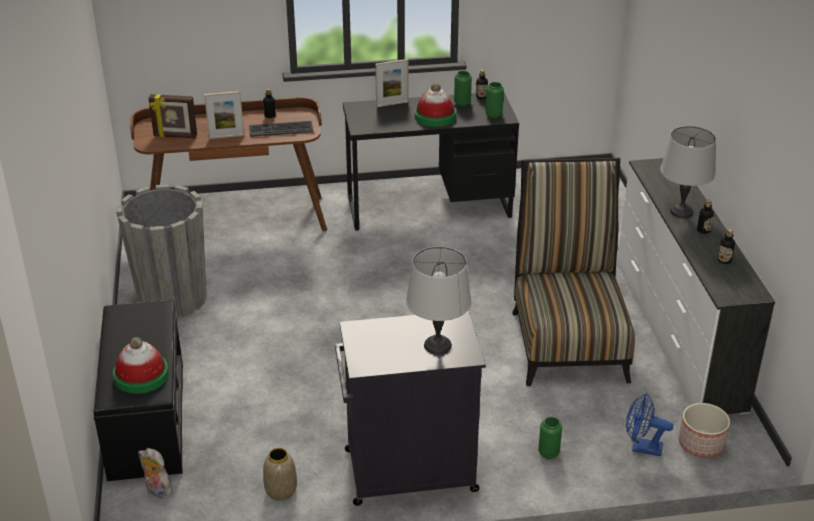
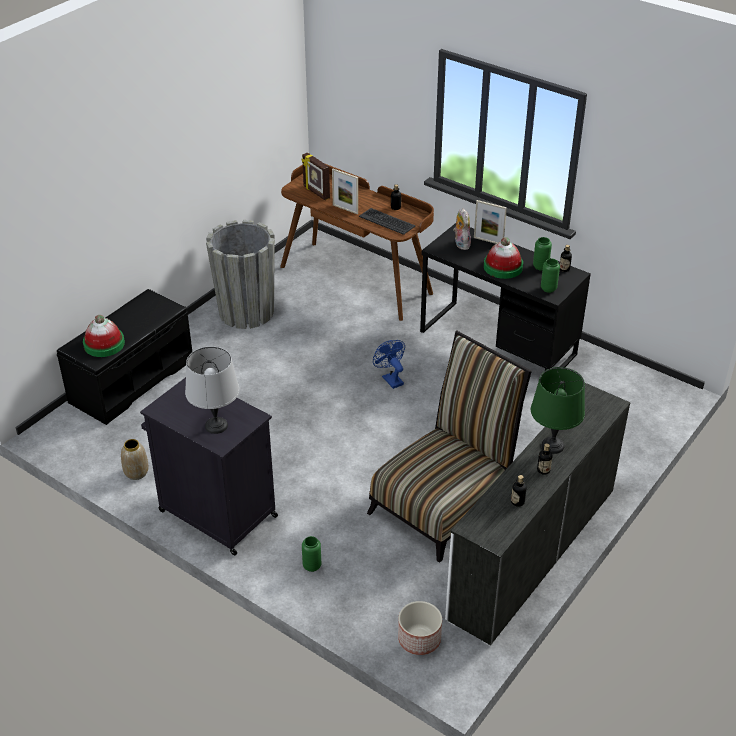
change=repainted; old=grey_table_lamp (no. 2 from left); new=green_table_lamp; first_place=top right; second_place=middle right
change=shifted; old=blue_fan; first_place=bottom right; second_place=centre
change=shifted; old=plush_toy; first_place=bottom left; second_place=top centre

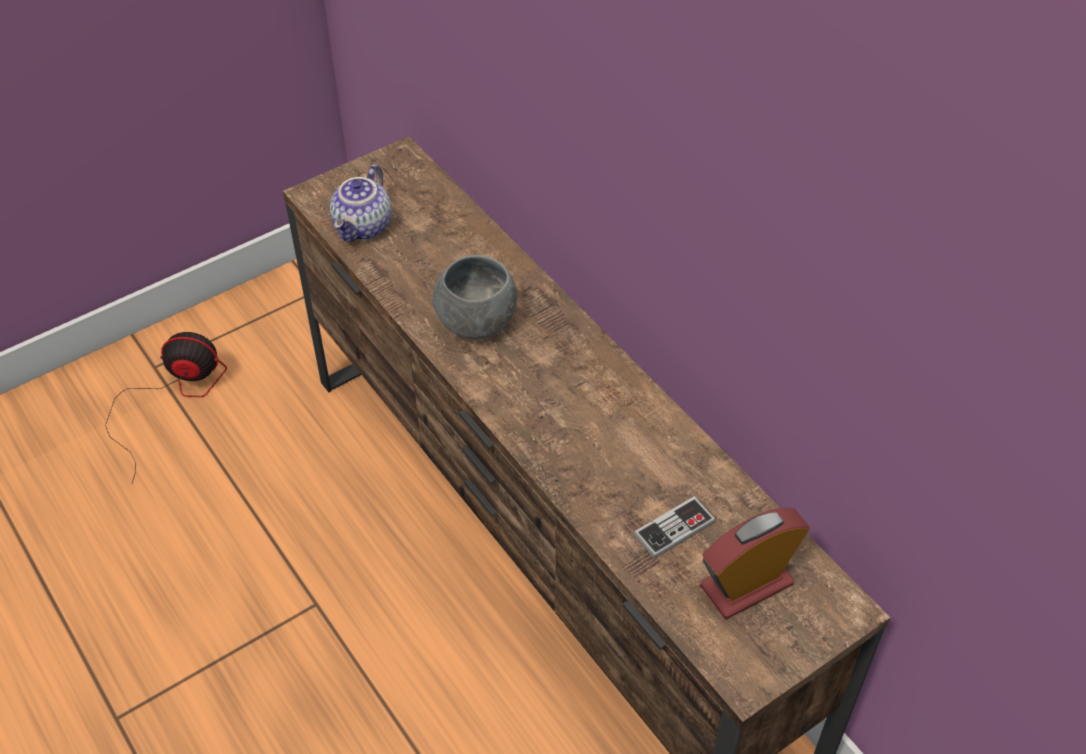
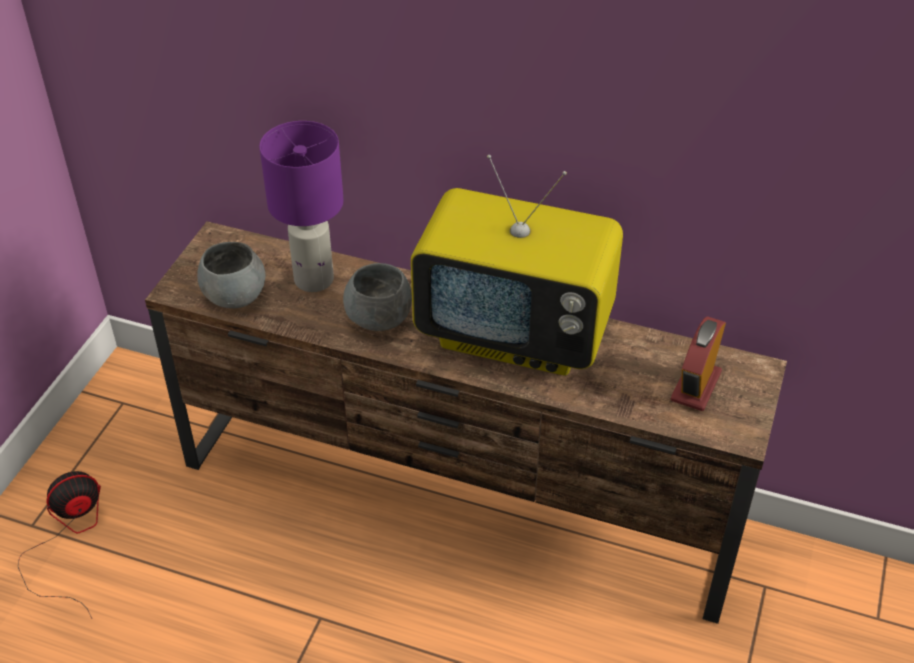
change=swapped; old=teapot; new=grey_bowl (no. 1 from left); first_place=top left; second_place=middle left
change=gone; old=game_controller; first_place=bottom centre
change=new; new=purple_table_lamp; second_place=top left
change=new; new=television; second_place=centre

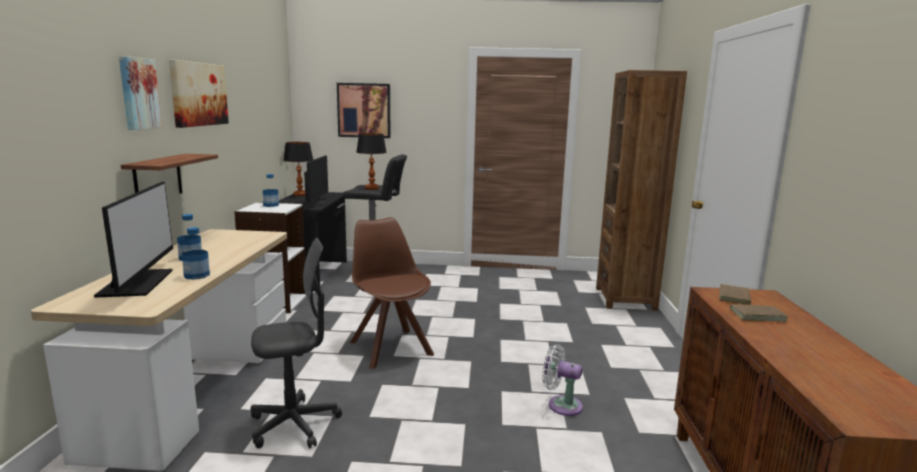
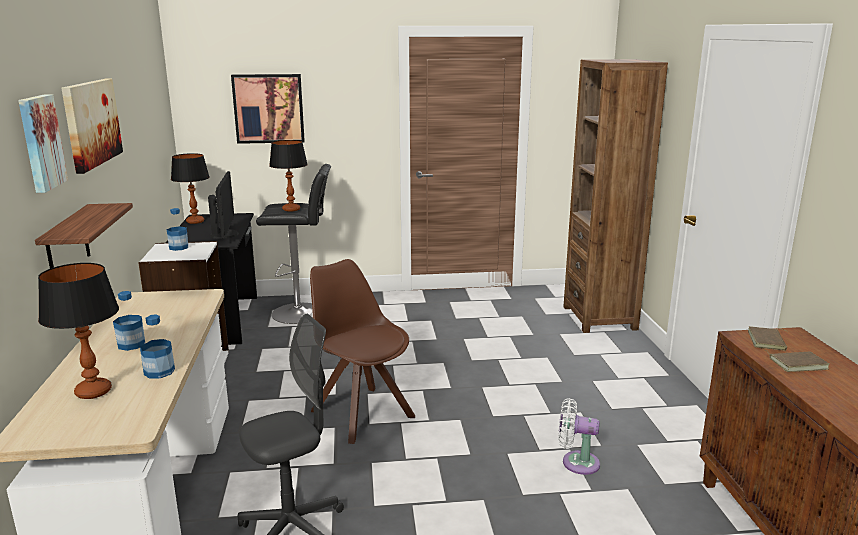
change=swapped; old=monitor (no. 1 from left); new=table_lamp (no. 1 from left); first_place=middle left; second_place=middle left

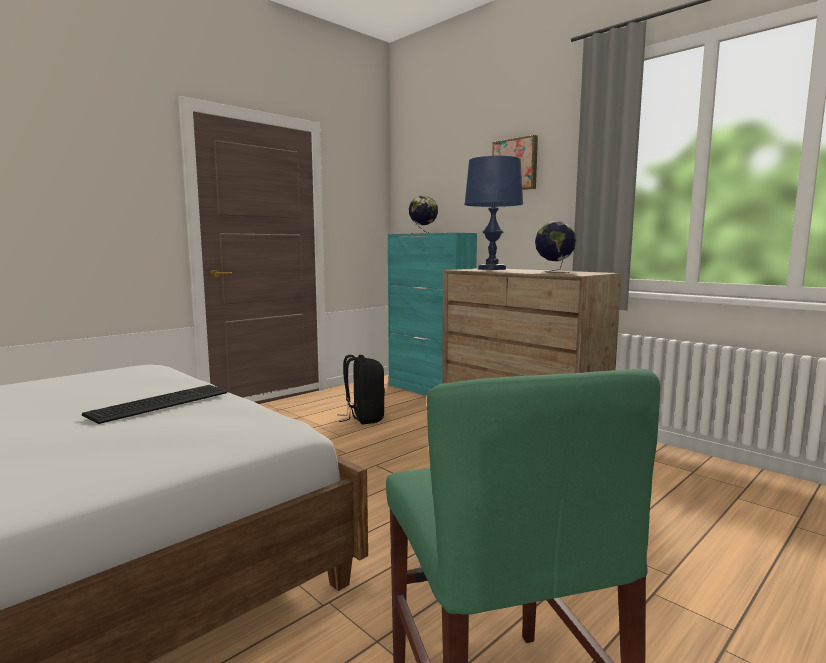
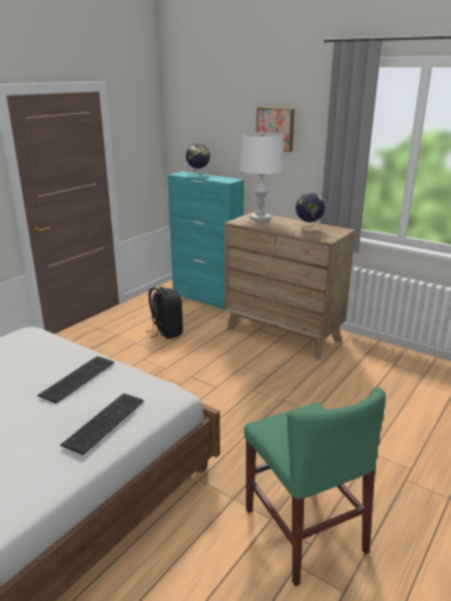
change=repainted; old=blue_table_lamp; new=white_table_lamp; first_place=top centre; second_place=top centre
change=new; new=keyboard (no. 2 from left); second_place=bottom left

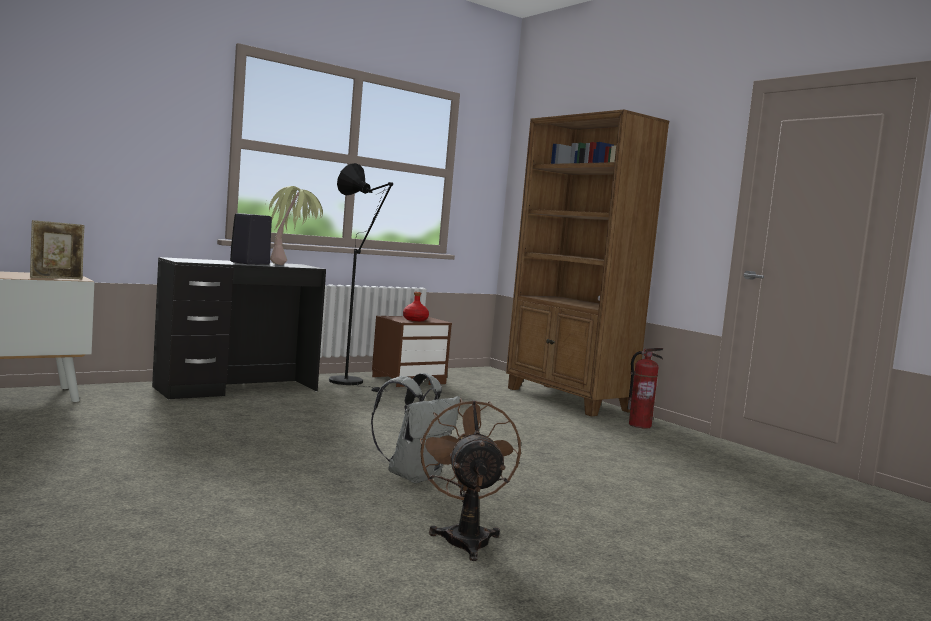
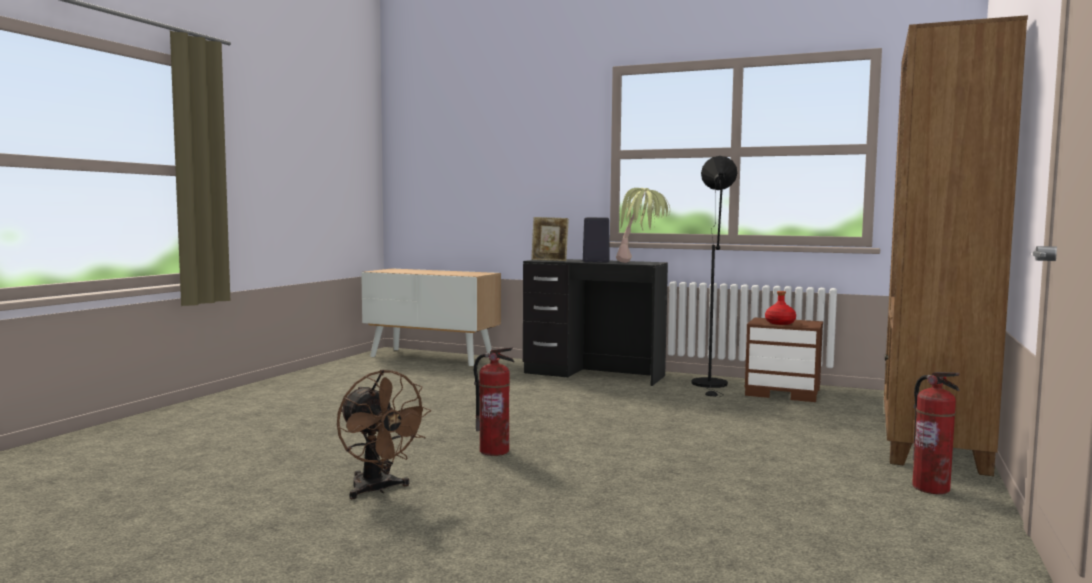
change=shifted; old=picture_frame; first_place=middle left; second_place=centre
change=swapped; old=grey_backpack; new=fire_extinguisher (no. 1 from left); first_place=bottom centre; second_place=bottom centre
change=rotated; old=brown_fan; first_place=bottom centre; second_place=bottom centre; degrees=90

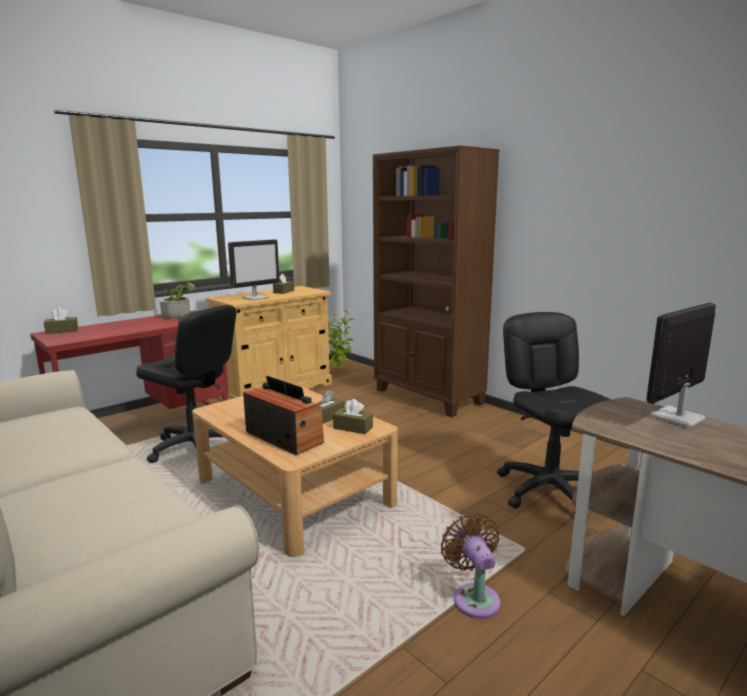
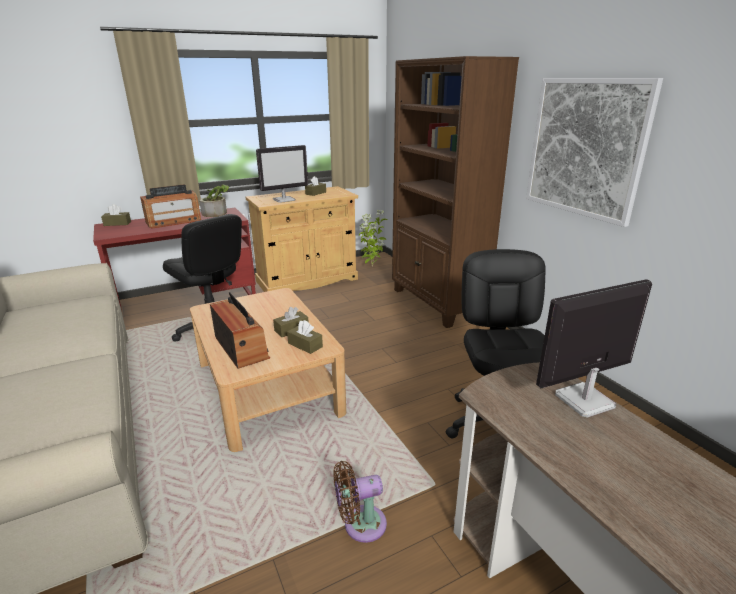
change=rotated; old=brown_fan; first_place=bottom centre; second_place=bottom centre; degrees=-105
change=new; new=picture; second_place=top right
change=new; new=radio (no. 1 from left); second_place=middle left

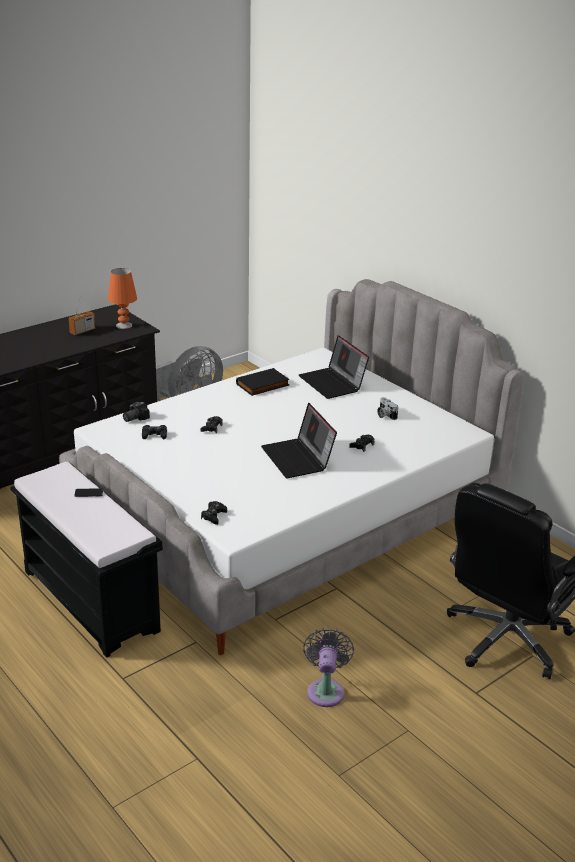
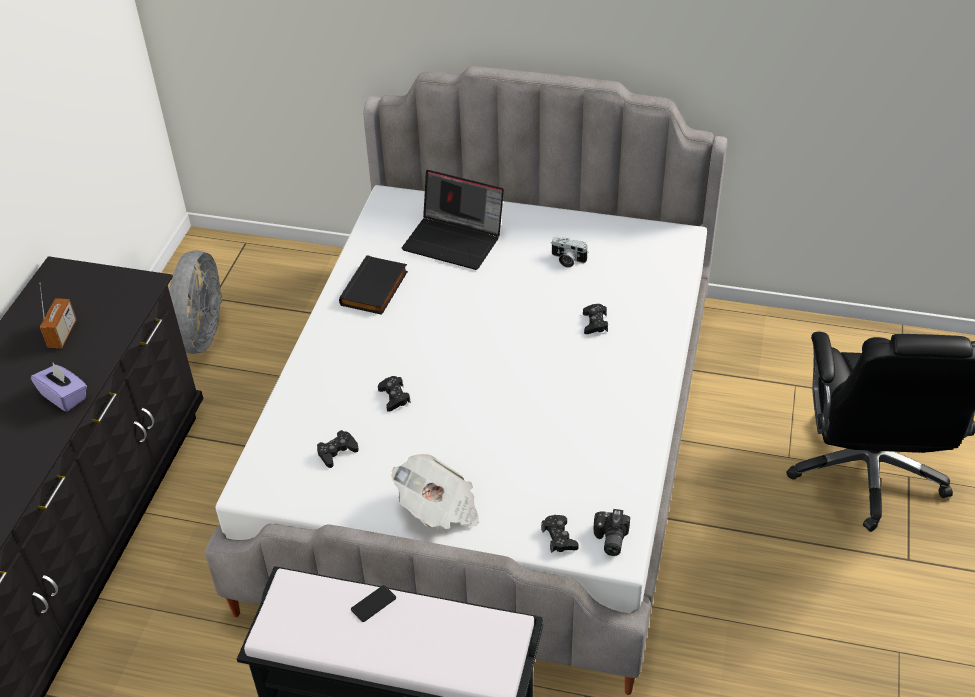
change=gone; old=orange_table_lamp; first_place=middle left
change=shifted; old=photo_camera (no. 1 from left in the first image); new=photo_camera (no. 2 from left); first_place=middle left; second_place=bottom centre
change=gone; old=laptop (no. 1 from left); first_place=centre
change=gone; old=grey_fan (no. 2 from left); first_place=bottom centre
change=new; new=purple_tissue_box; second_place=middle left
change=new; new=newspaper; second_place=bottom centre

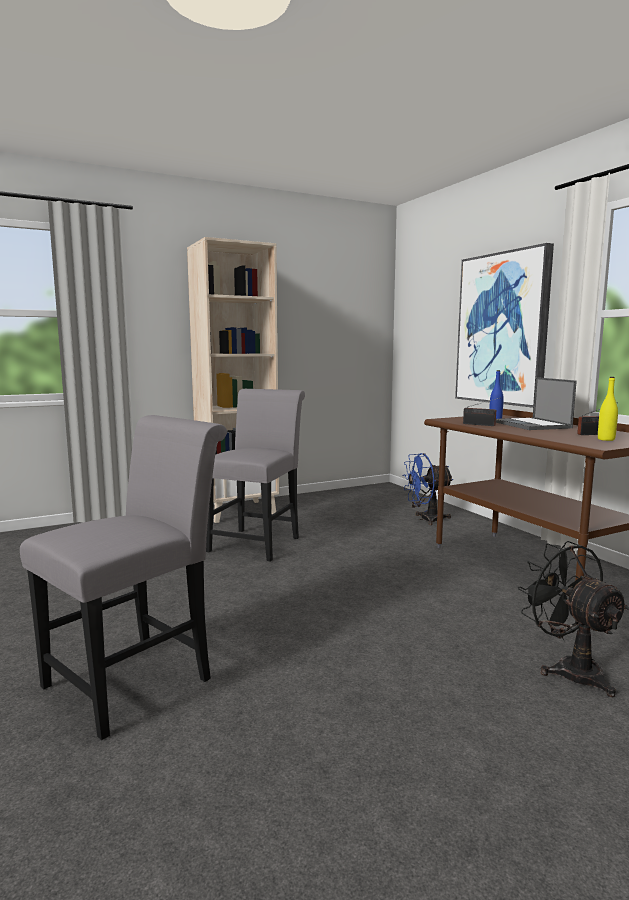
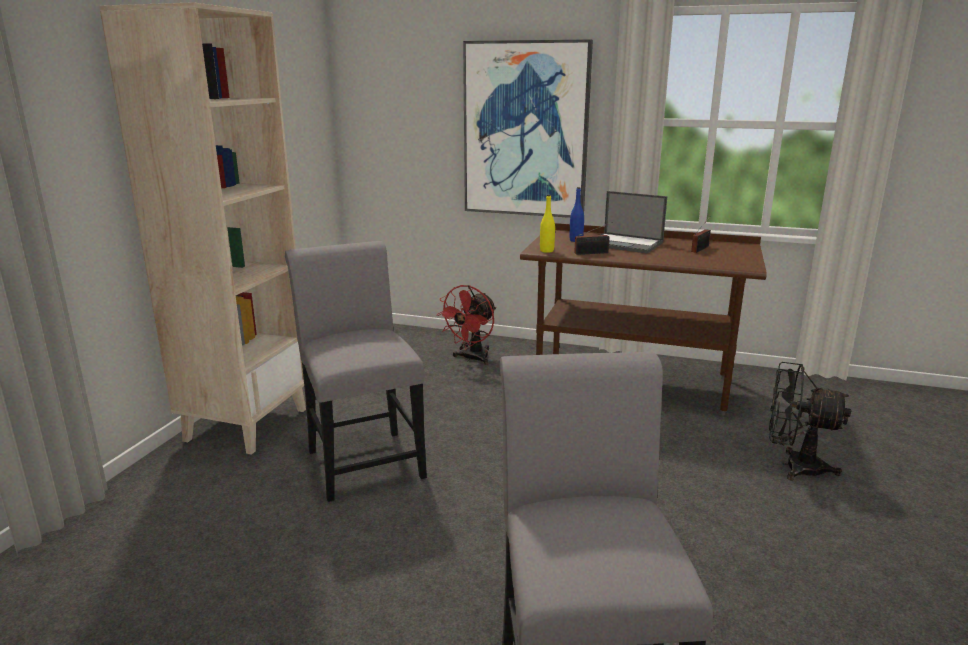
change=shifted; old=yellow_bottle; first_place=middle right; second_place=centre
change=repainted; old=blue_fan; new=red_fan; first_place=middle right; second_place=centre

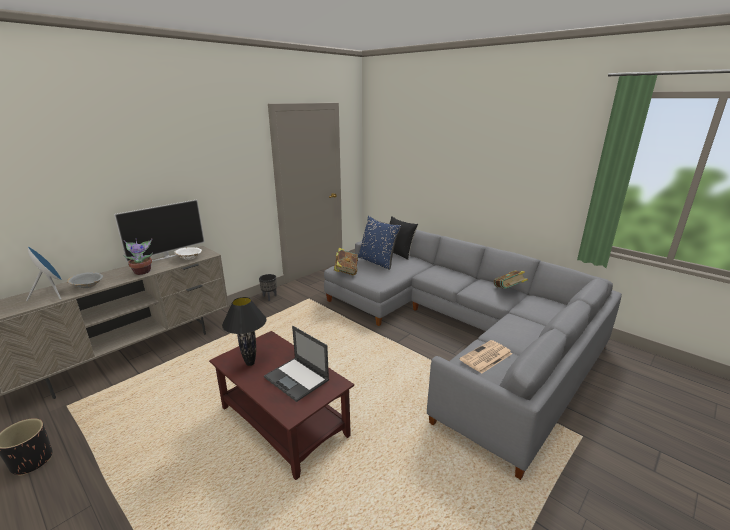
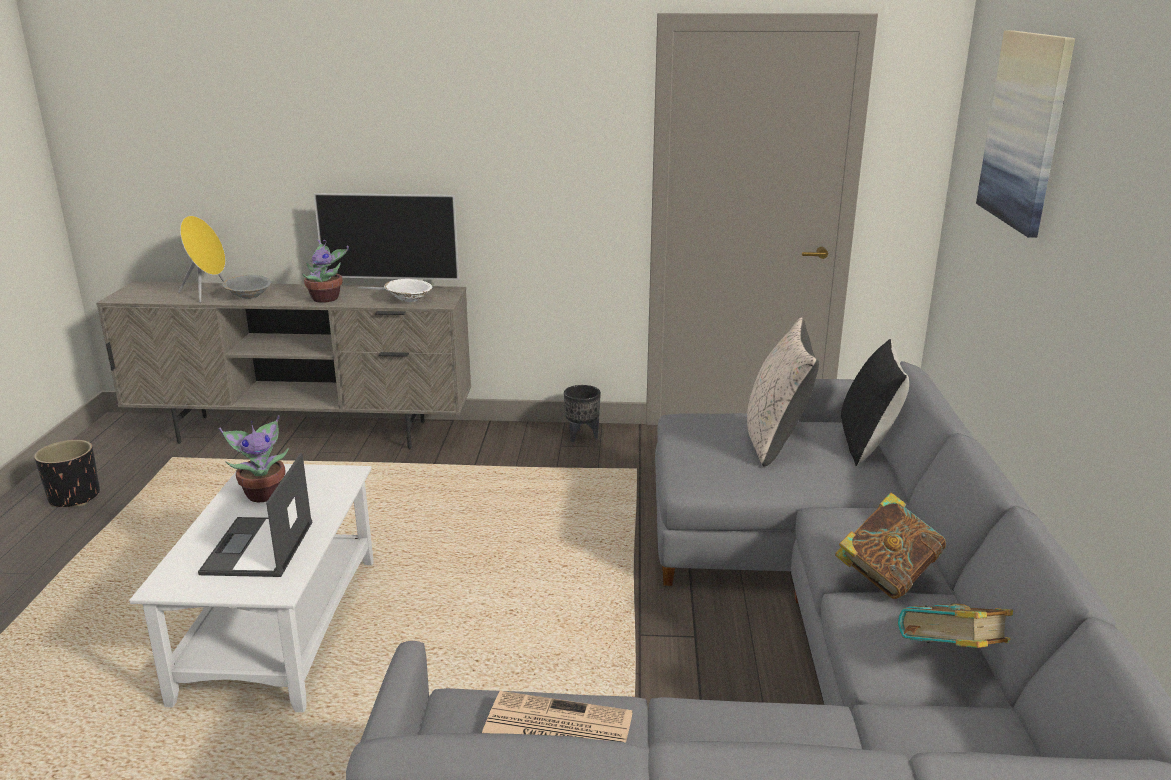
change=repainted; old=blue_pillow; new=beige_pillow; first_place=centre; second_place=middle right
change=repainted; old=blue_speaker; new=yellow_speaker; first_place=middle left; second_place=top left
change=shifted; old=book (no. 1 from left); first_place=centre; second_place=bottom right
change=swapped; old=black_table_lamp; new=potted_plant (no. 1 from left); first_place=centre; second_place=middle left
change=repainted; old=brown_coffee_table; new=white_coffee_table; first_place=bottom centre; second_place=bottom left
change=new; new=picture; second_place=top right

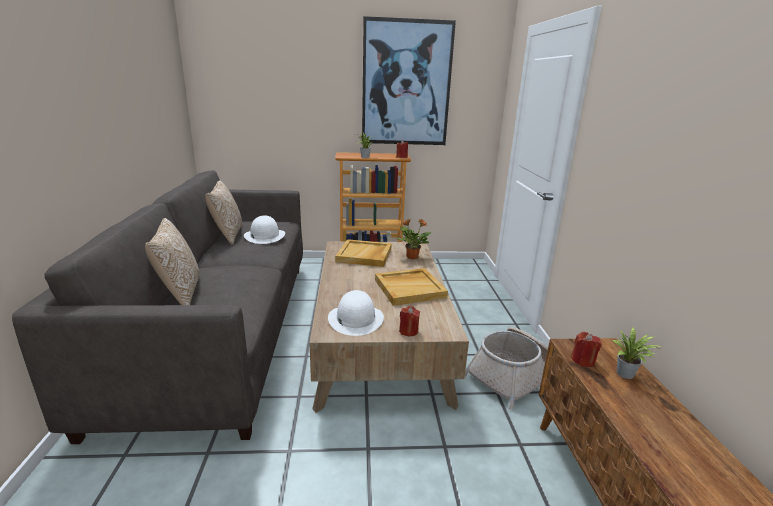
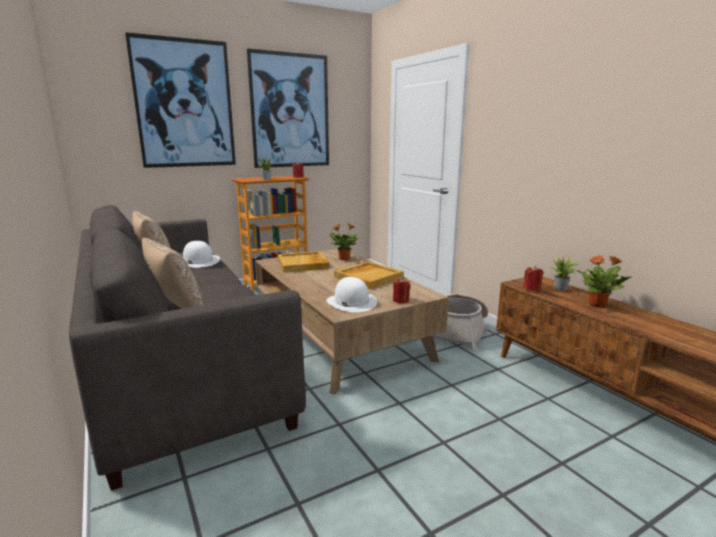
change=new; new=picture (no. 1 from left); second_place=top left
change=new; new=potted_plant (no. 4 from left); second_place=middle right

